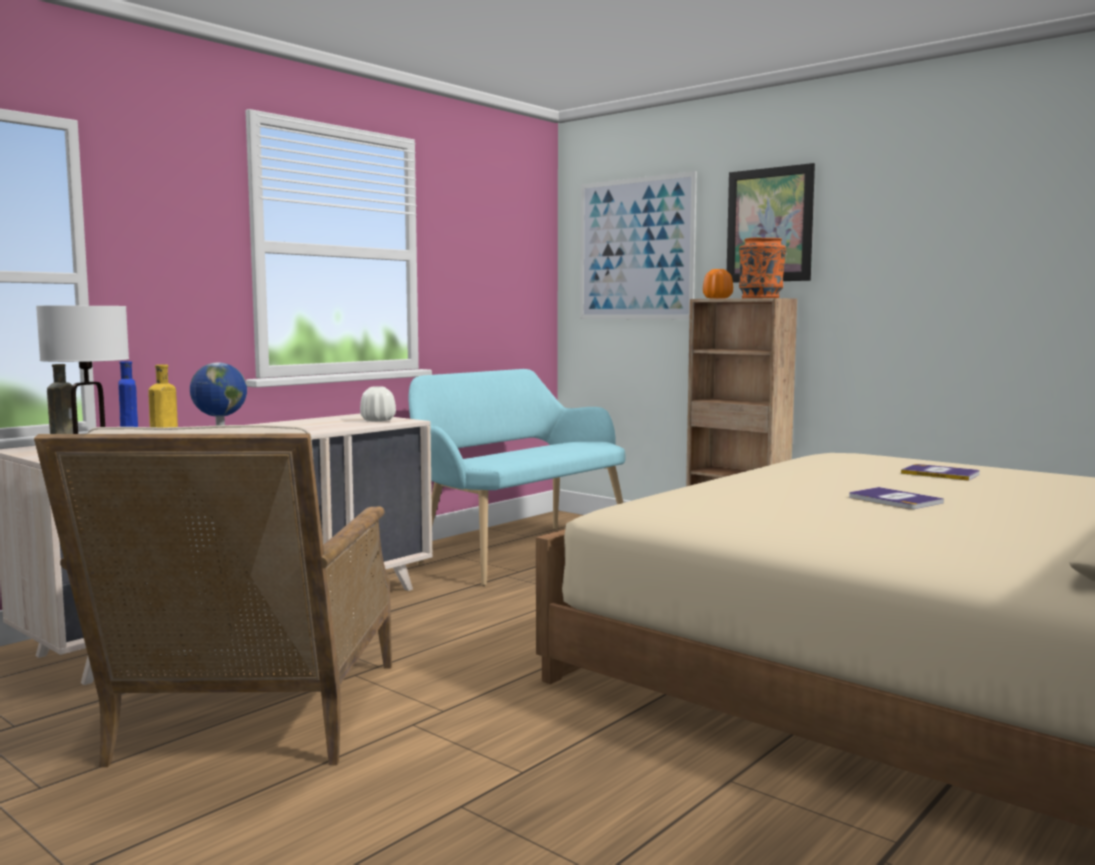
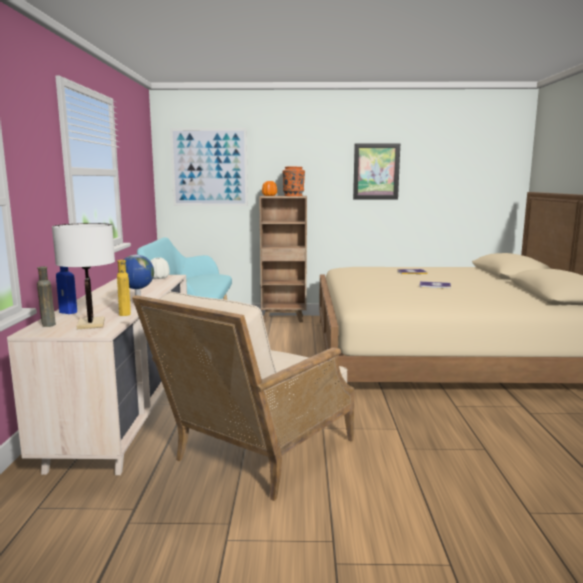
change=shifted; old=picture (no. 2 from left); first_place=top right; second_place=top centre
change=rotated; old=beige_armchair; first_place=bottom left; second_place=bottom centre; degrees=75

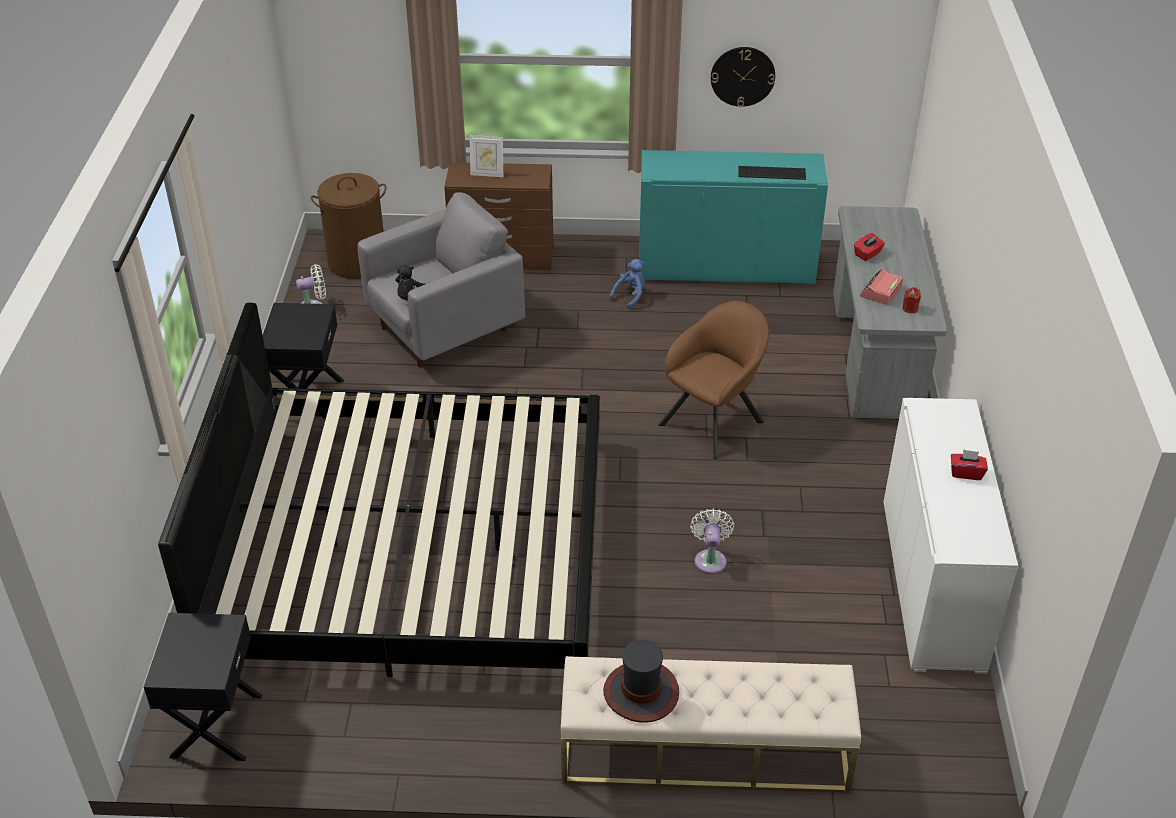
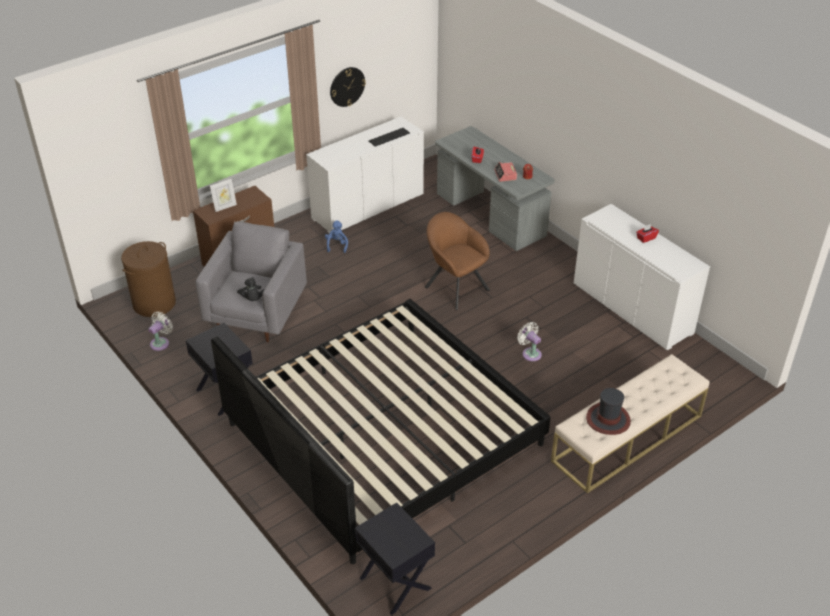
change=repainted; old=turquoise_cabinet; new=white_cabinet (no. 1 from left); first_place=top centre; second_place=top centre
change=rotated; old=brown_armchair; first_place=centre; second_place=centre; degrees=-45

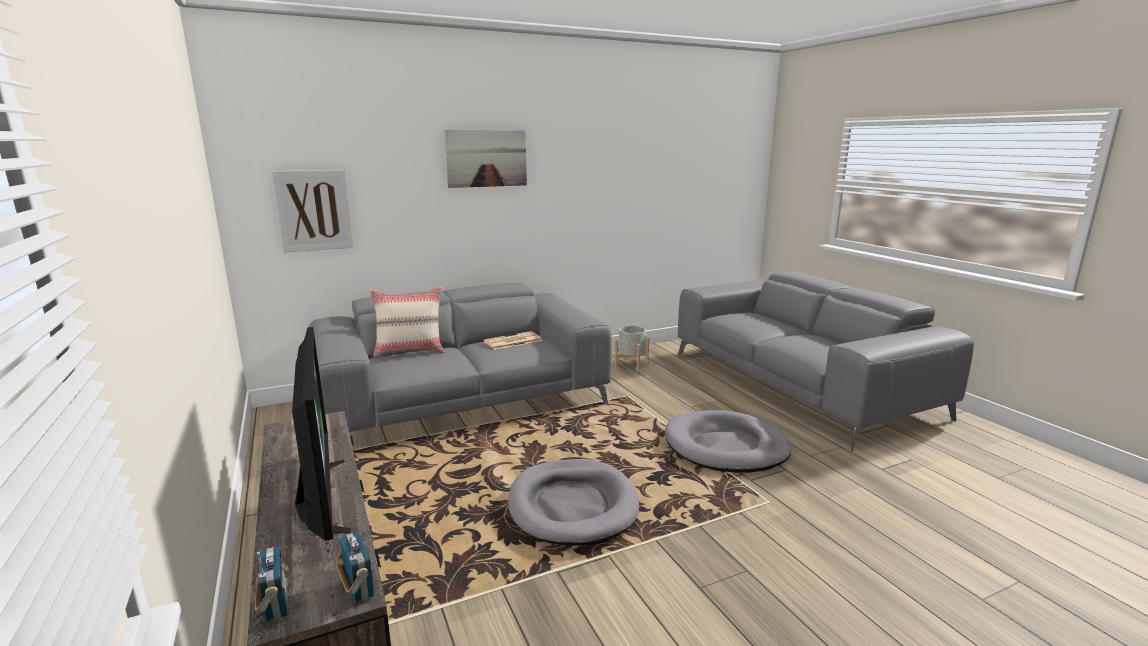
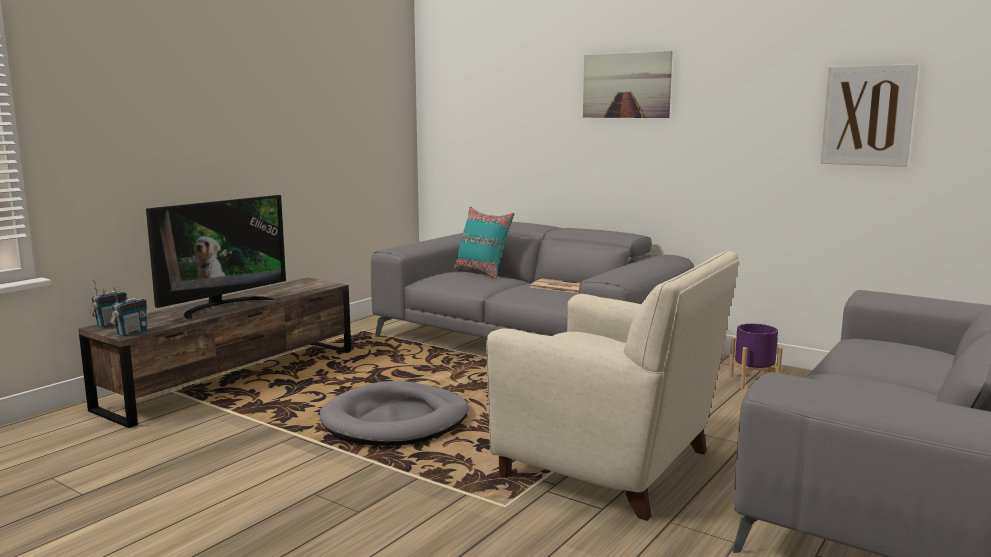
change=shifted; old=picture (no. 1 from left in the first image); new=picture (no. 2 from left); first_place=top left; second_place=top right
change=repainted; old=beige_pillow; new=turquoise_pillow; first_place=centre; second_place=centre
change=repainted; old=grey_planter; new=purple_planter; first_place=centre; second_place=middle right
change=swapped; old=grey_dog_bed (no. 2 from left); new=beige_armchair; first_place=bottom centre; second_place=bottom centre

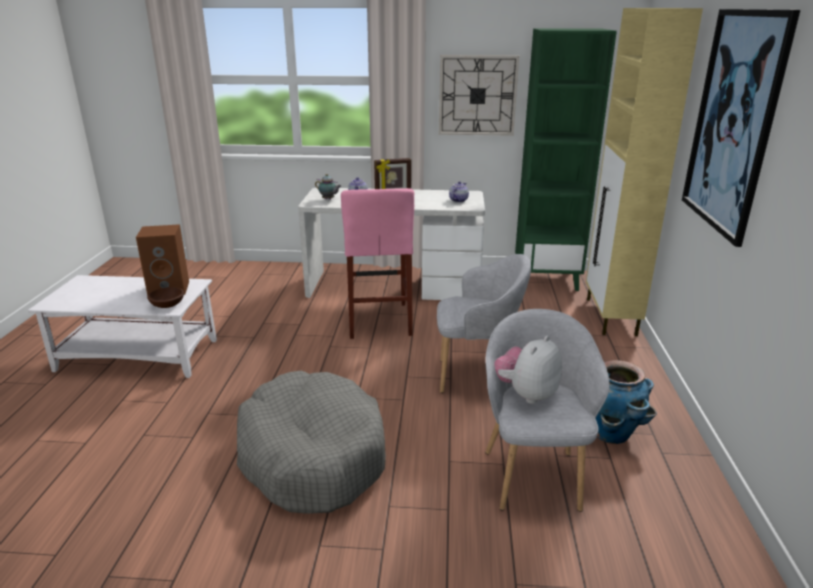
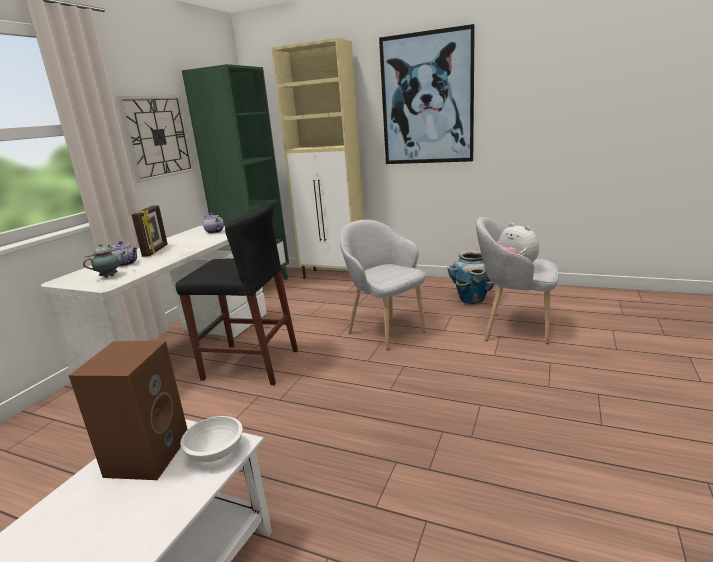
change=repainted; old=pink_stool; new=black_stool; first_place=centre; second_place=middle left
change=rotated; old=grey_armchair (no. 1 from left); first_place=centre; second_place=centre; degrees=-60
change=repainted; old=brown_bowl; new=white_bowl; first_place=middle left; second_place=bottom left
change=gone; old=grey_dog_bed; first_place=bottom centre

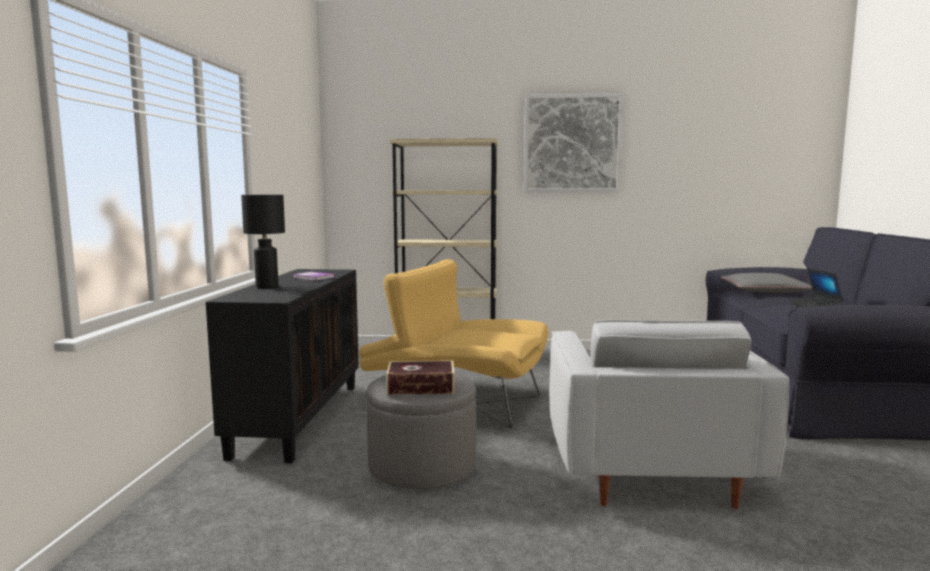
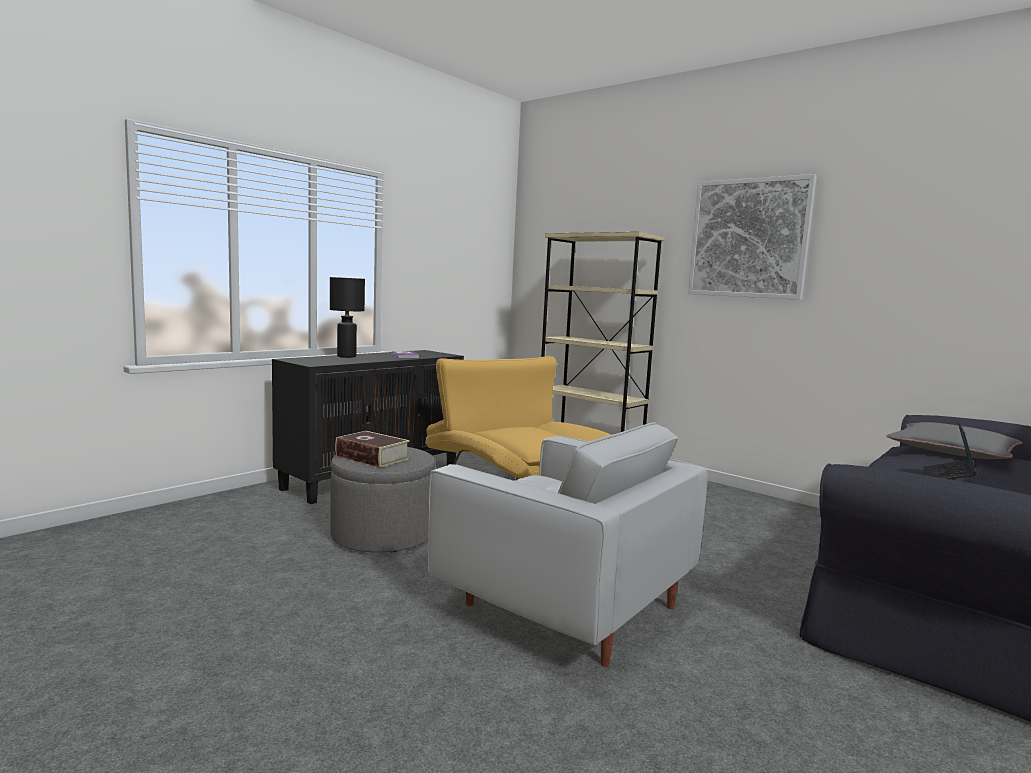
change=rotated; old=white_armchair; first_place=bottom right; second_place=bottom centre; degrees=-90

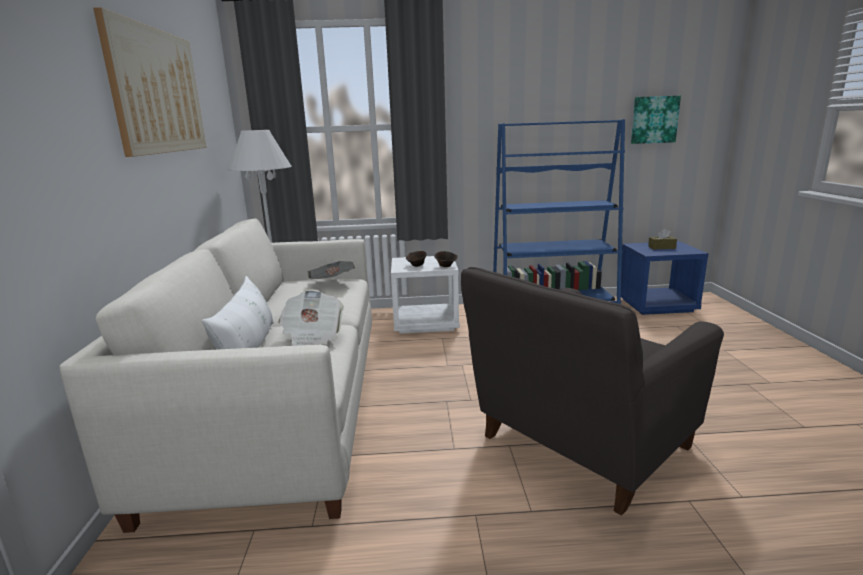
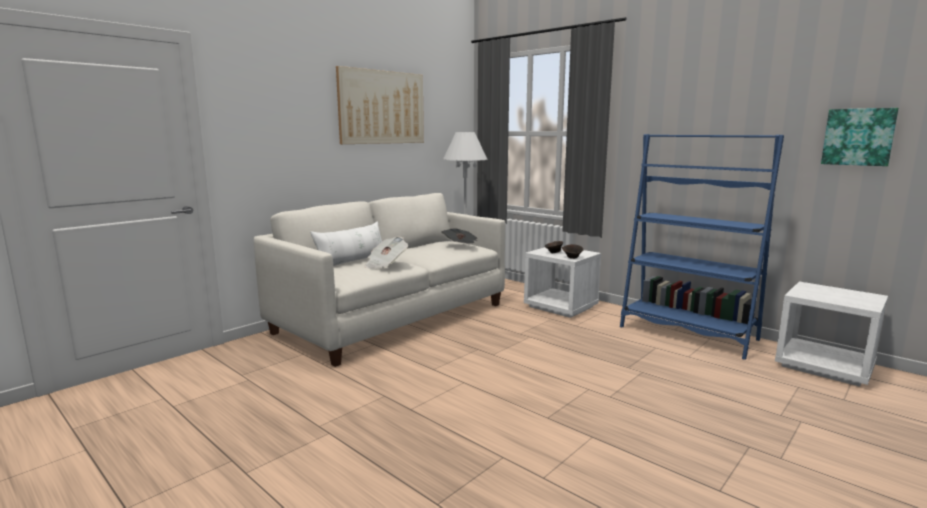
change=gone; old=brown_tissue_box; first_place=middle right
change=repainted; old=blue_nightstand; new=white_nightstand (no. 2 from left); first_place=middle right; second_place=middle right
change=gone; old=grey_armchair; first_place=bottom right

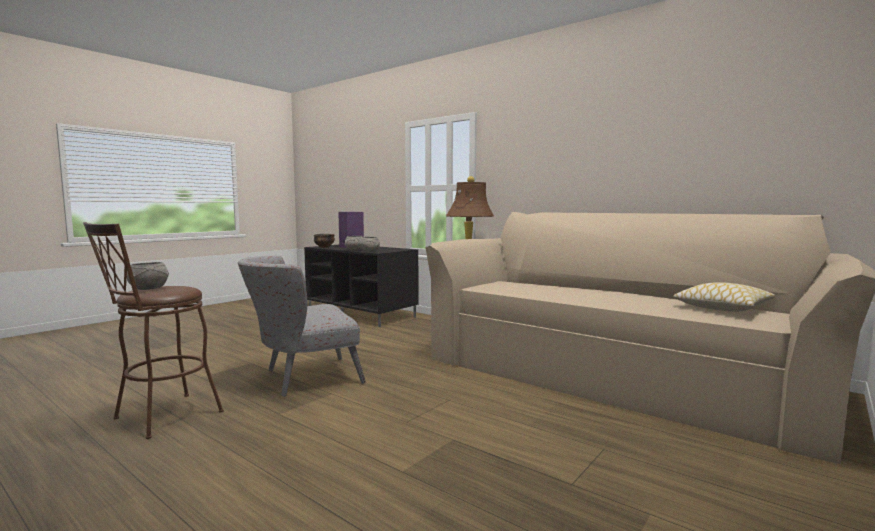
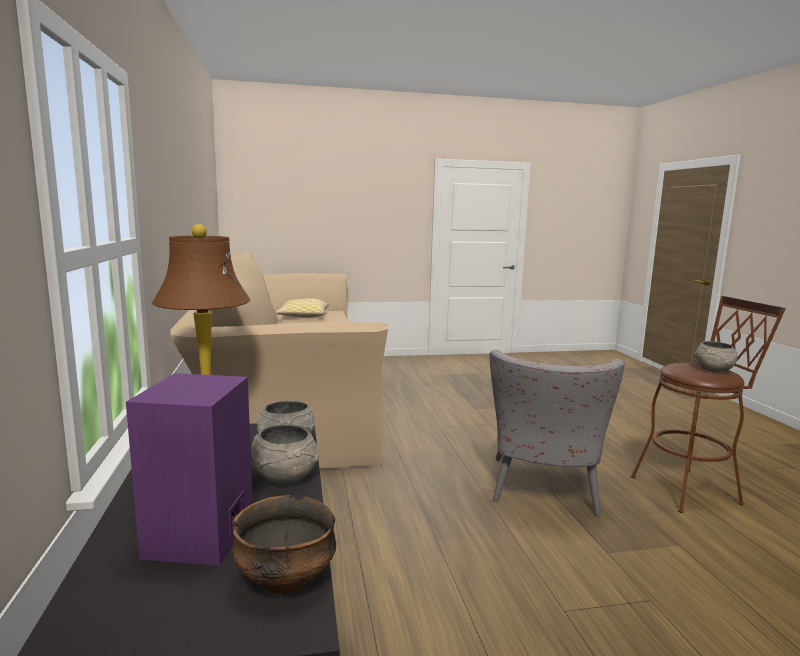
change=rotated; old=grey_armchair; first_place=centre; second_place=middle right; degrees=90

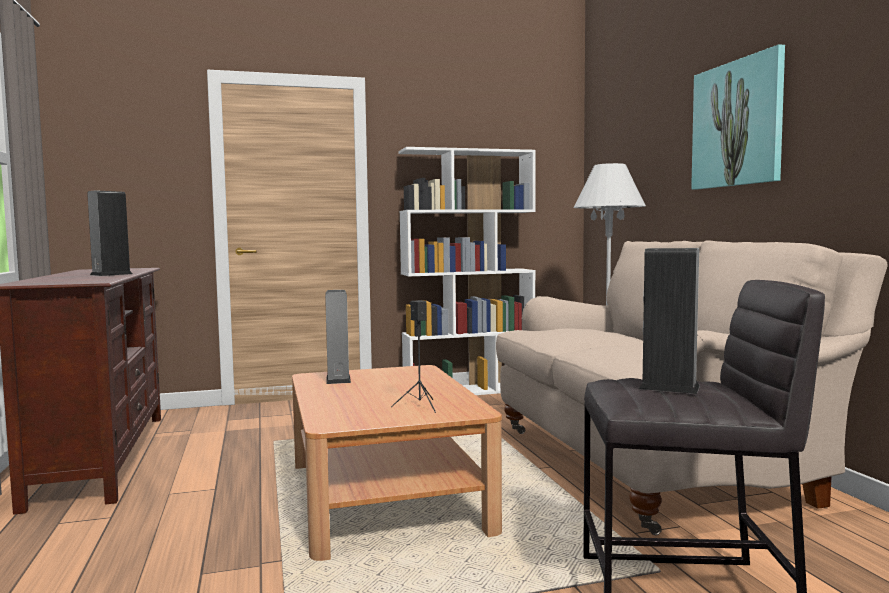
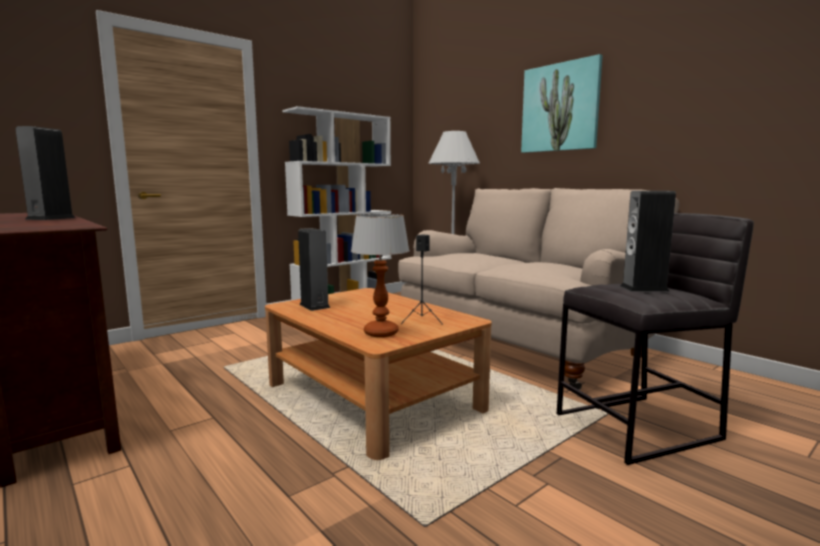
change=new; new=table_lamp; second_place=centre

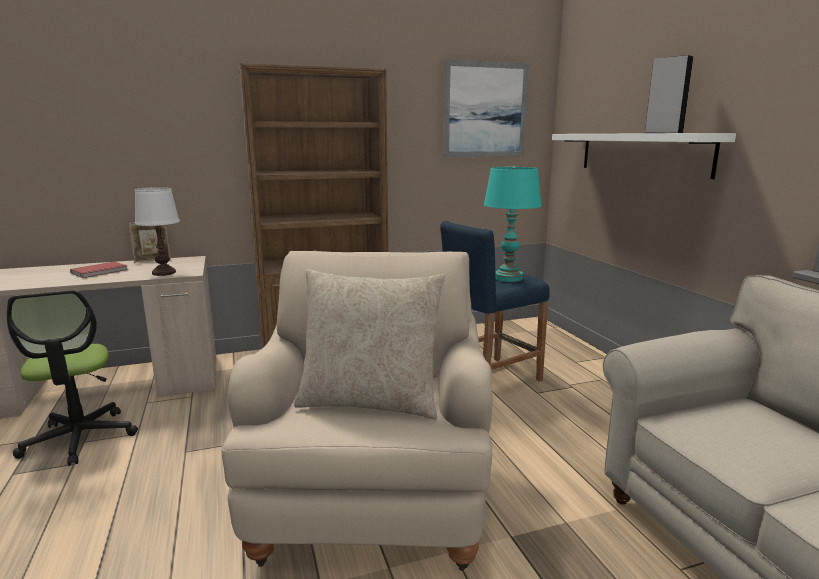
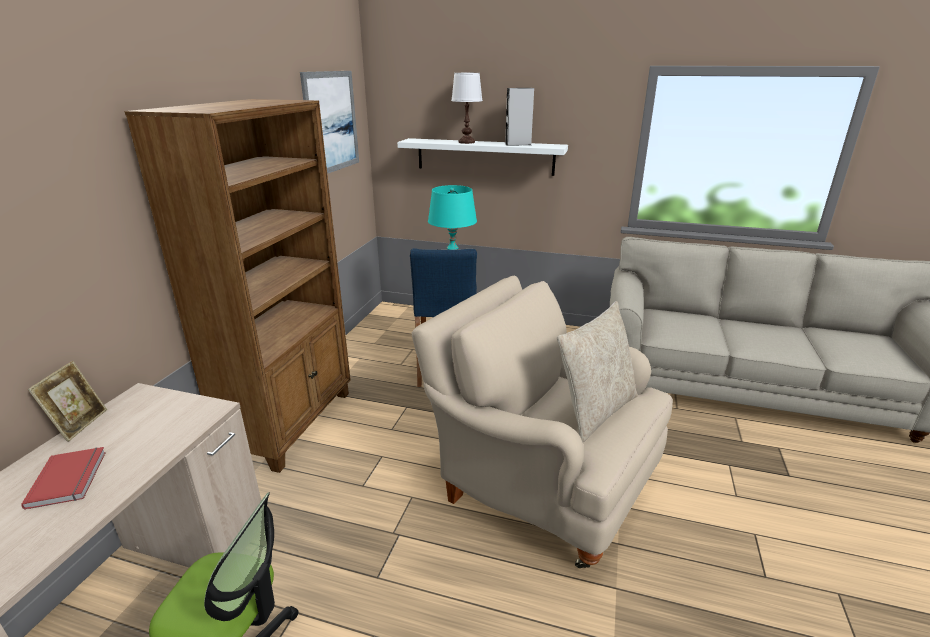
change=shifted; old=white_table_lamp; first_place=middle left; second_place=top centre

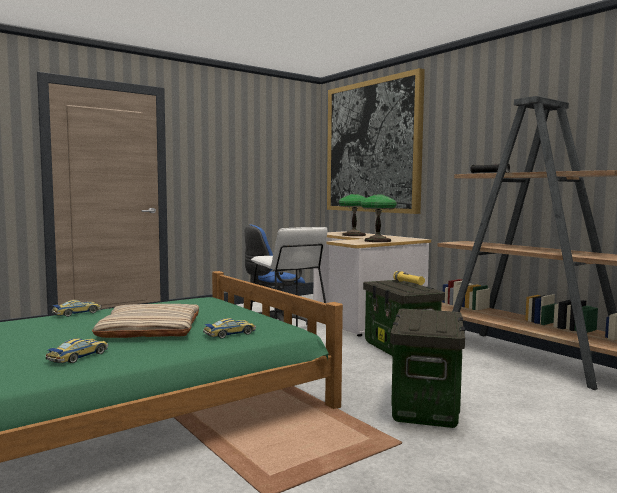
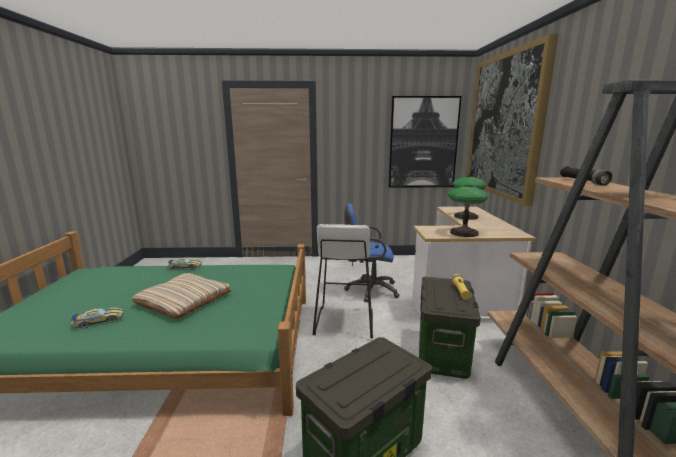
change=gone; old=toy_car (no. 3 from left); first_place=centre
change=new; new=picture (no. 1 from left); second_place=top centre

